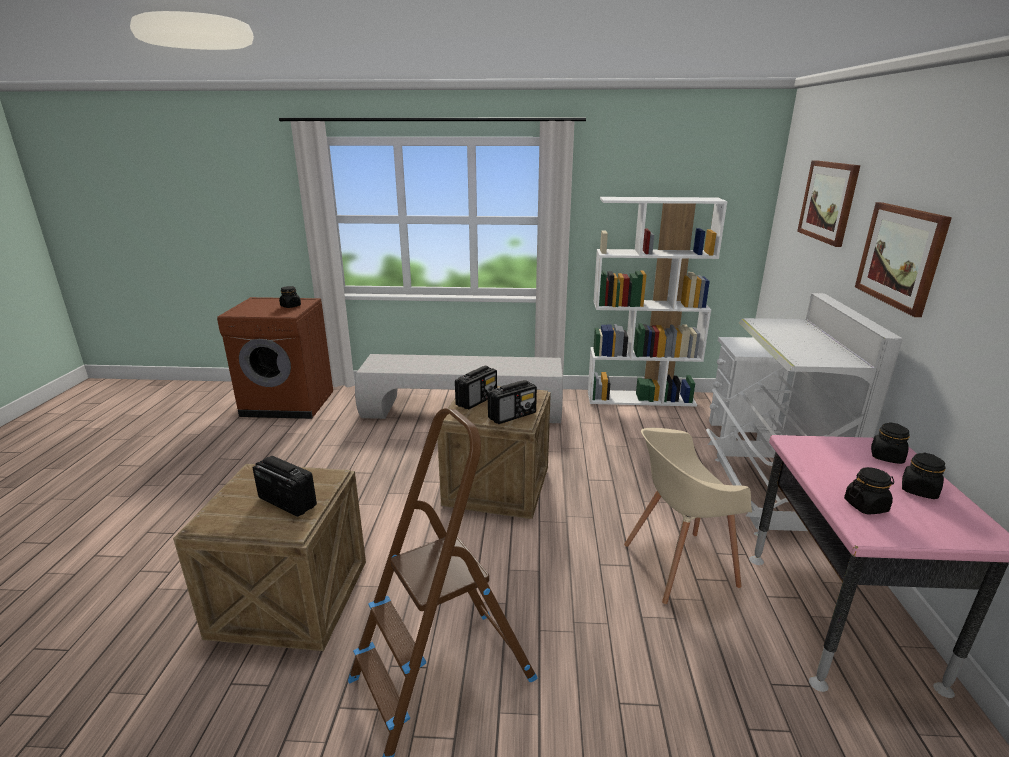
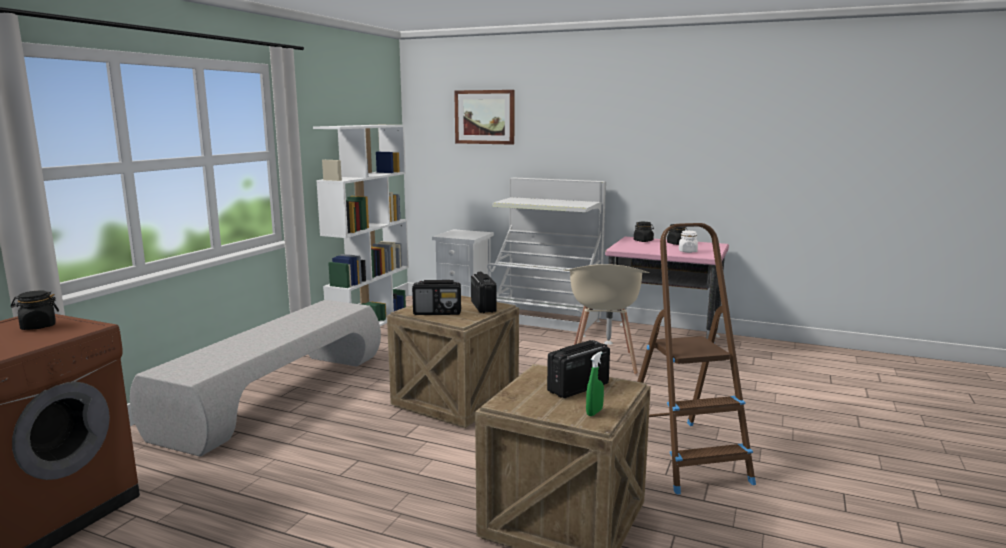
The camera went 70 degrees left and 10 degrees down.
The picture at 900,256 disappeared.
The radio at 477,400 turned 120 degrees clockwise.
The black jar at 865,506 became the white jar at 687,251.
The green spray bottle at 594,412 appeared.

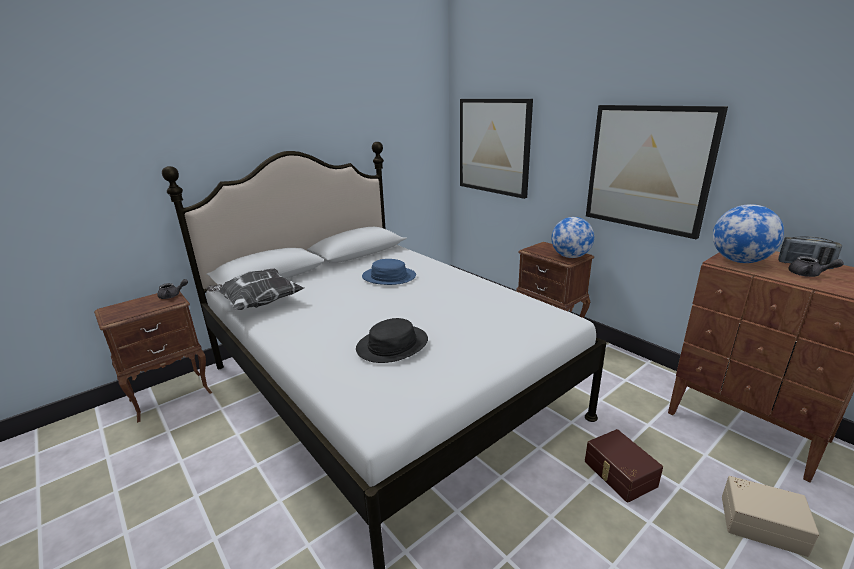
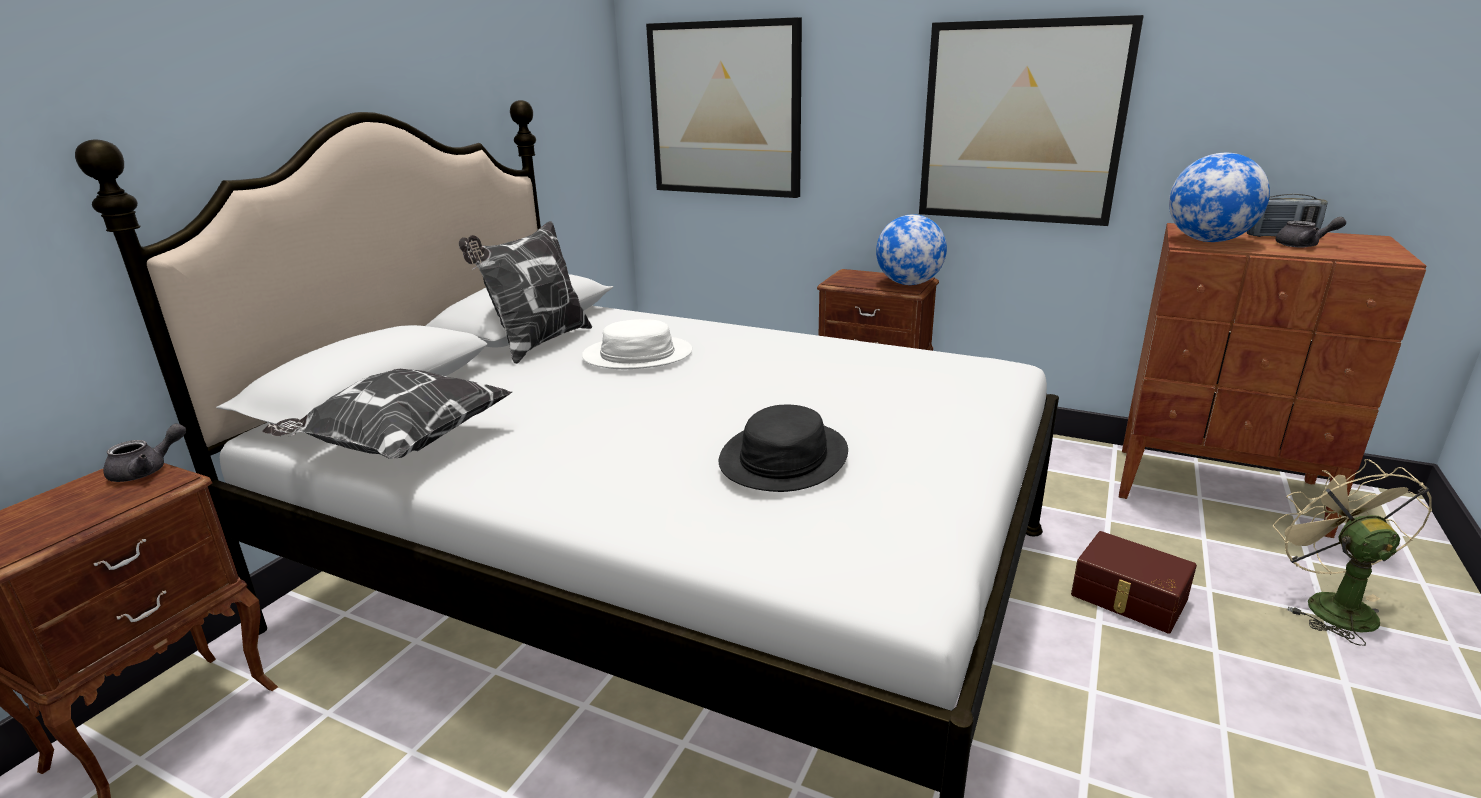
The camera went 25 degrees left and 0 degrees up.
The blue hat at 389,277 became the white hat at 637,355.
The beige storage box at 761,523 was replaced by the beige fan at 1329,604.
The pillow at 538,343 appeared.

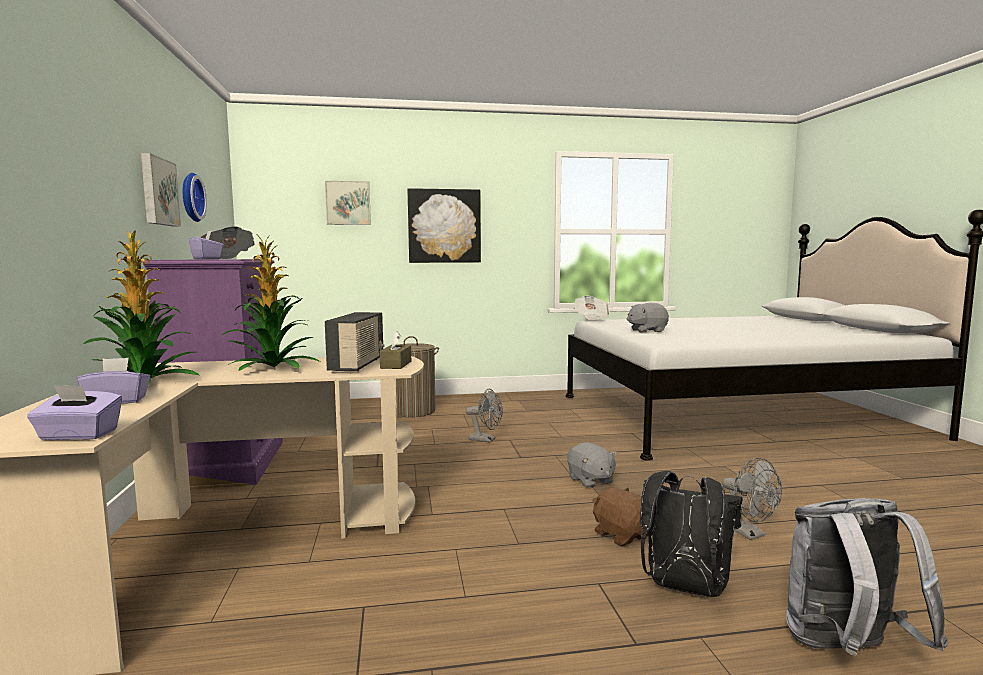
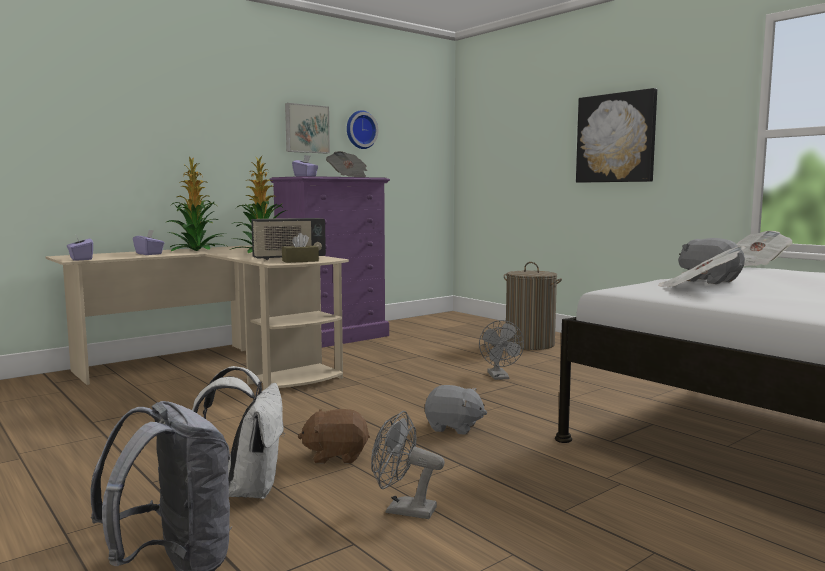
The camera went 60 degrees right and 0 degrees up.
The picture at 348,203 disappeared.
The grey plush toy at 590,480 turned 105 degrees counterclockwise.
The grey fan at 748,533 turned 75 degrees clockwise.
The black backpack at 683,589 became the white backpack at 248,489.
The brown plush toy at 622,535 turned 120 degrees counterclockwise.
The newspaper at 698,288 appeared.

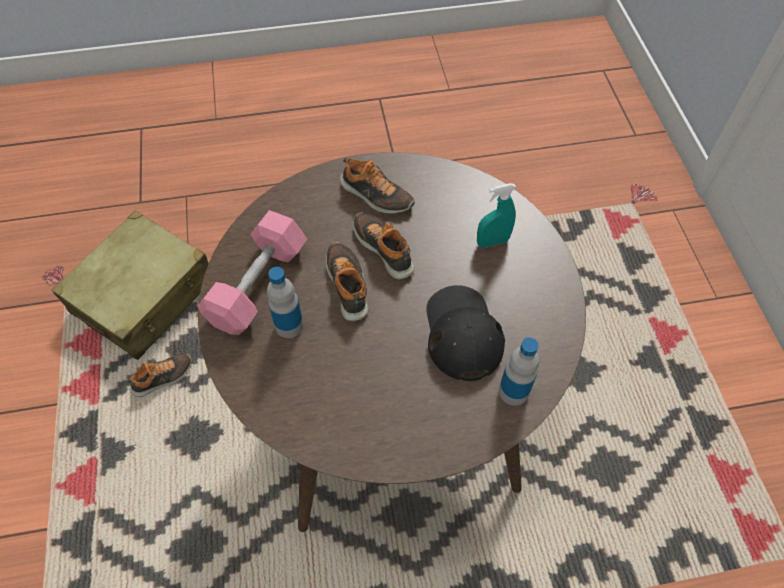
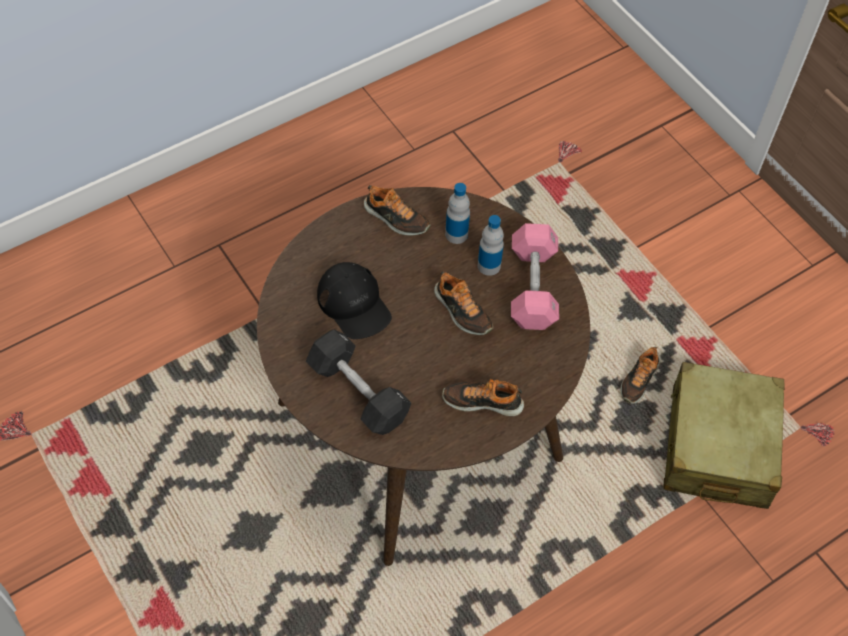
The camera went 155 degrees right and 0 degrees up.
The turquoise spray bottle at 492,242 was replaced by the black dumbbell at 358,392.
The shoe moved from 384,249 to 395,219.
The bottle moved from 513,391 to 456,234.

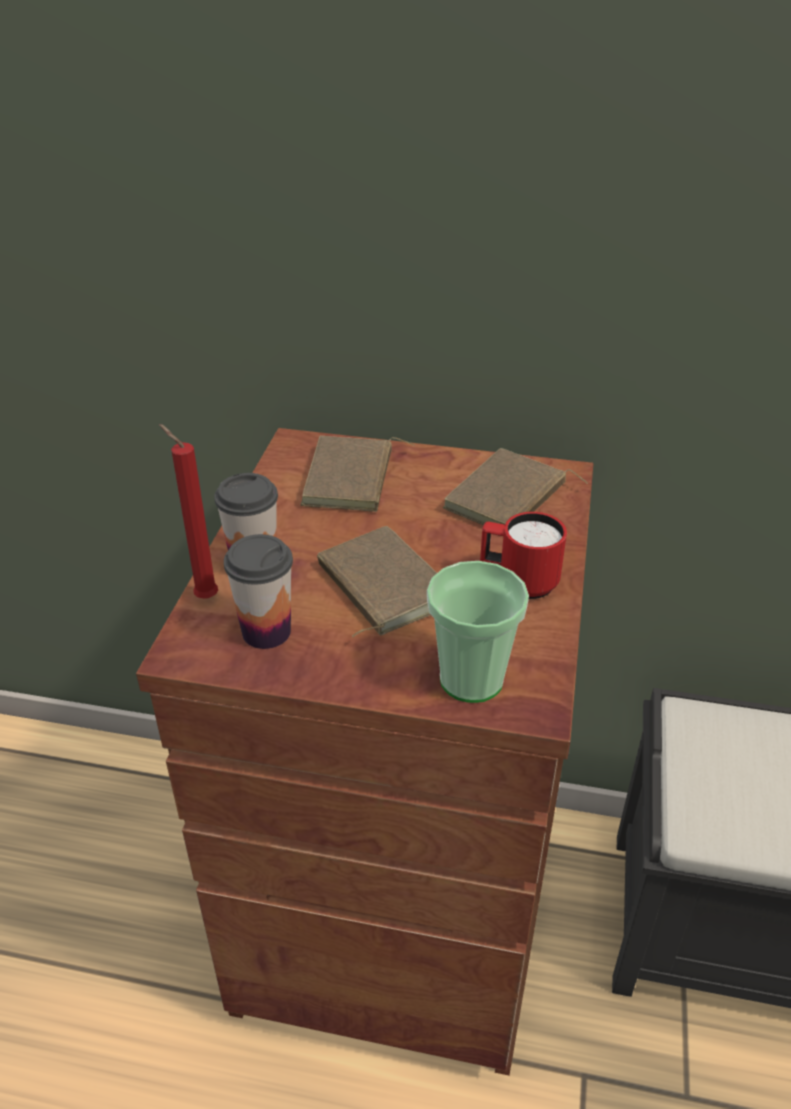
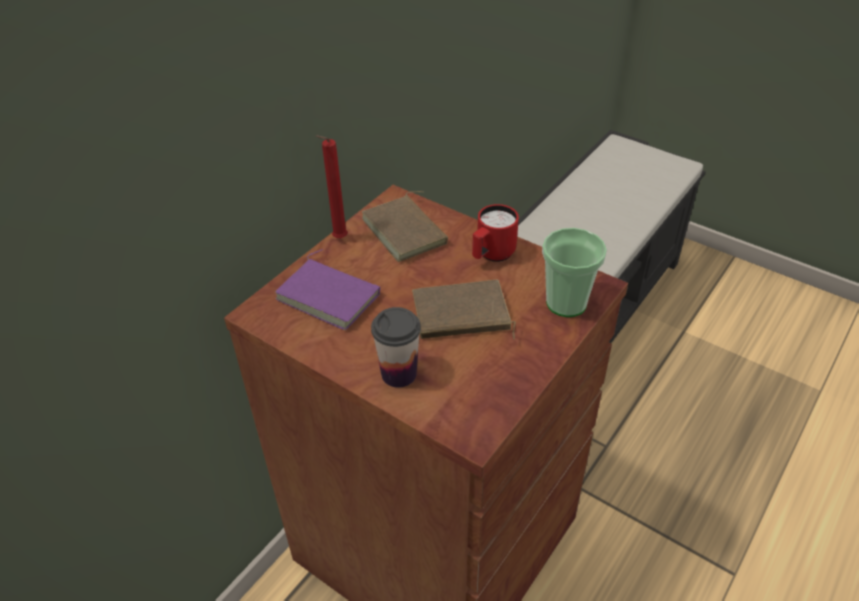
The camera went 65 degrees left and 5 degrees up.
The red candle moved from 203,597 to 338,239.
The brown book at 352,480 became the purple book at 330,295.
The cup at 266,632 disappeared.

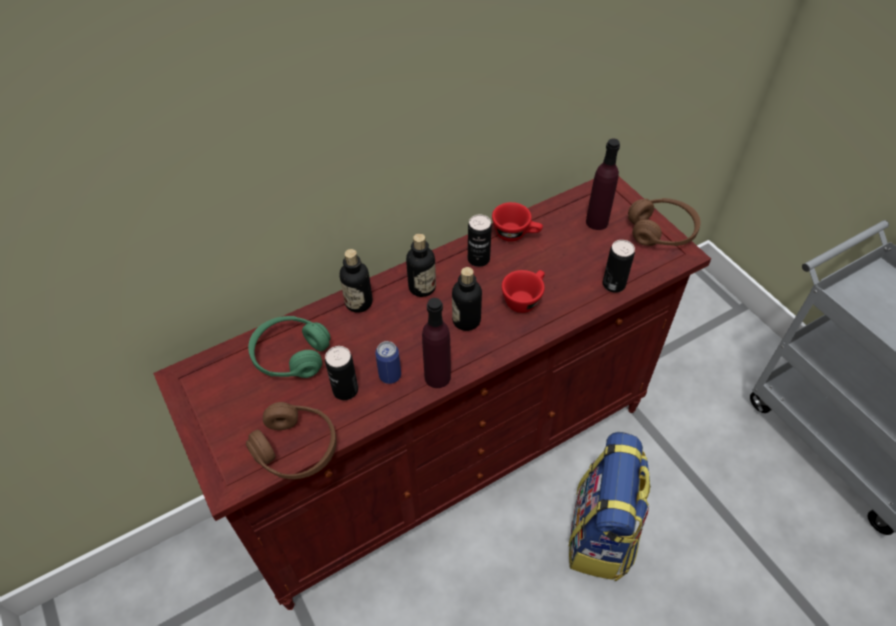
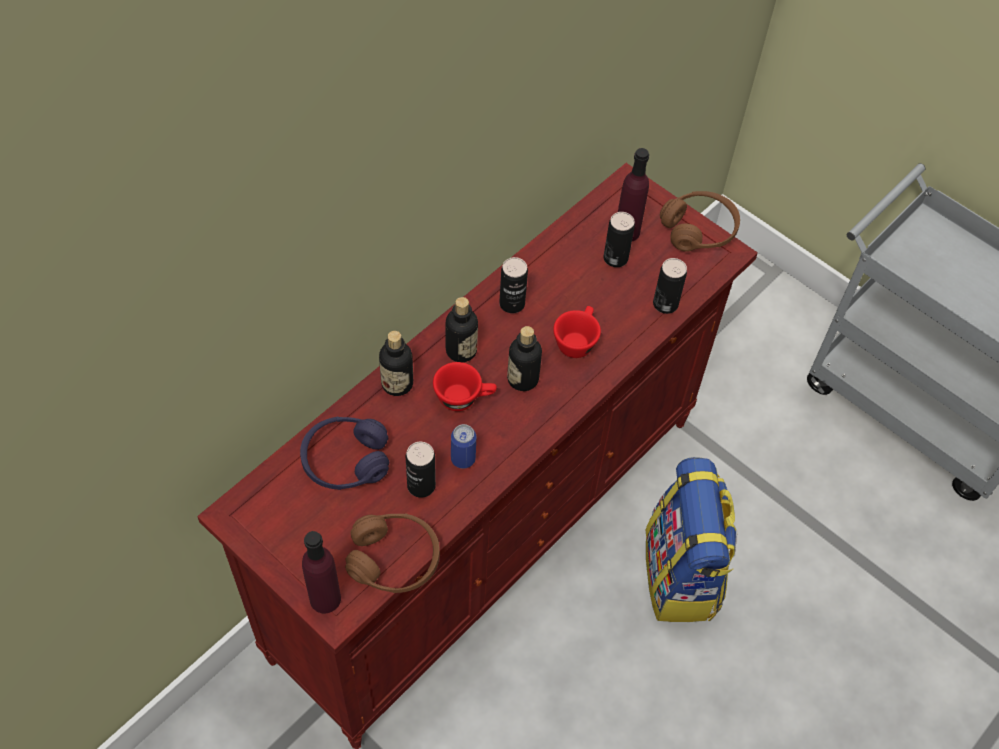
The camera went 20 degrees left and 5 degrees up.
The red cup moved from 516,234 to 464,397.
The purple bottle moved from 437,377 to 325,598.
The green headphones at 291,355 became the purple headphones at 346,461.
The can at 615,258 appeared.

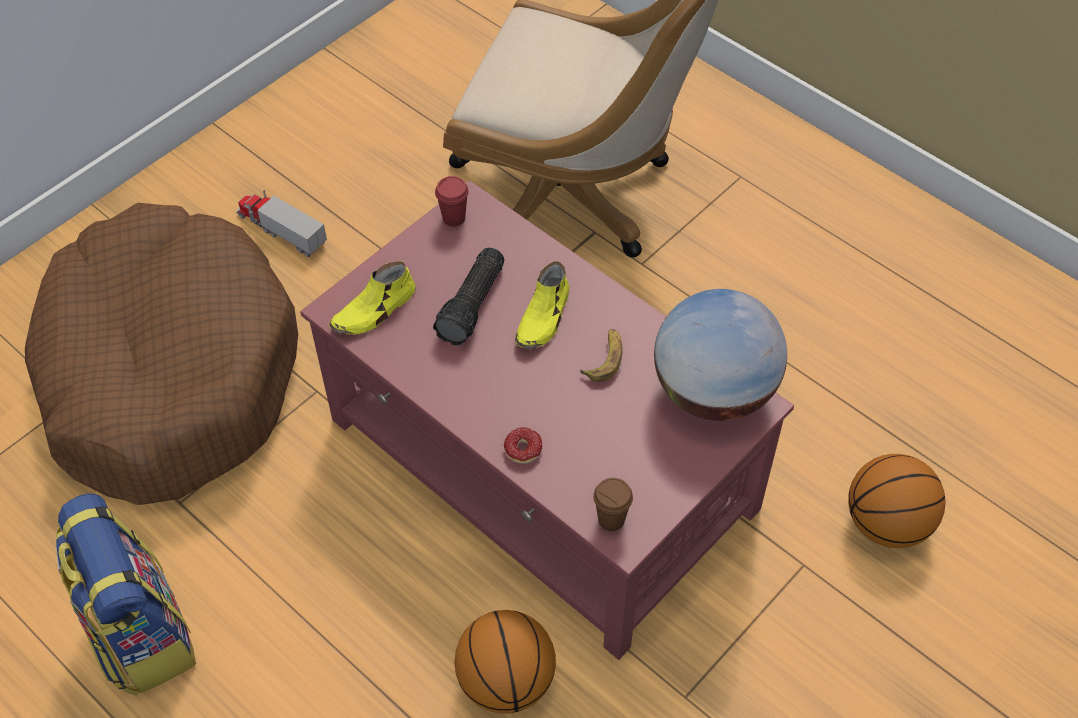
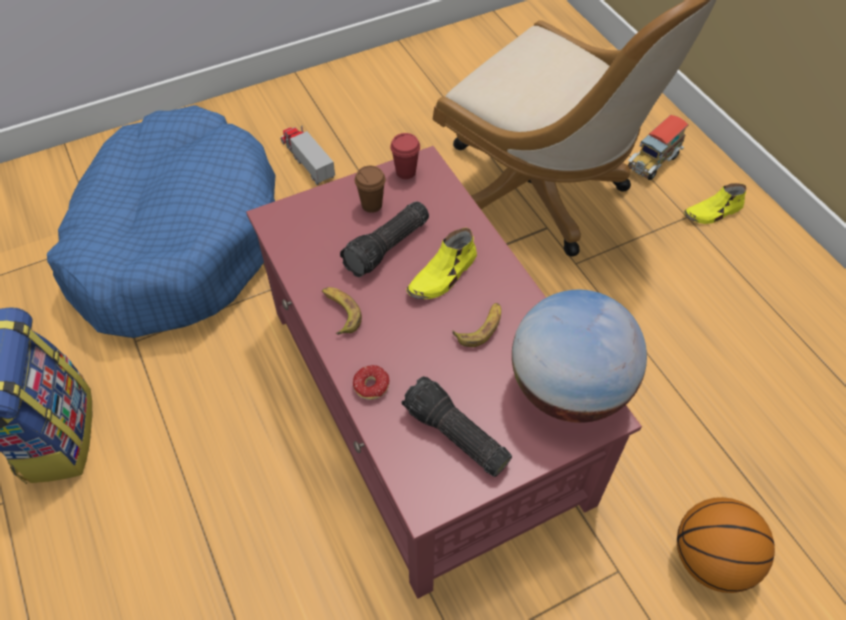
The camera went 20 degrees right and 0 degrees up.
The brown dog bed at 168,373 became the blue dog bed at 176,241.
The yellow shoe moved from 374,310 to 713,212.
The brown cup moved from 611,519 to 371,205.
The basketball at 506,681 disappeared.
The toy truck at 652,162 appeared.
The banana at 340,312 appeared.
The flashlight at 454,436 appeared.

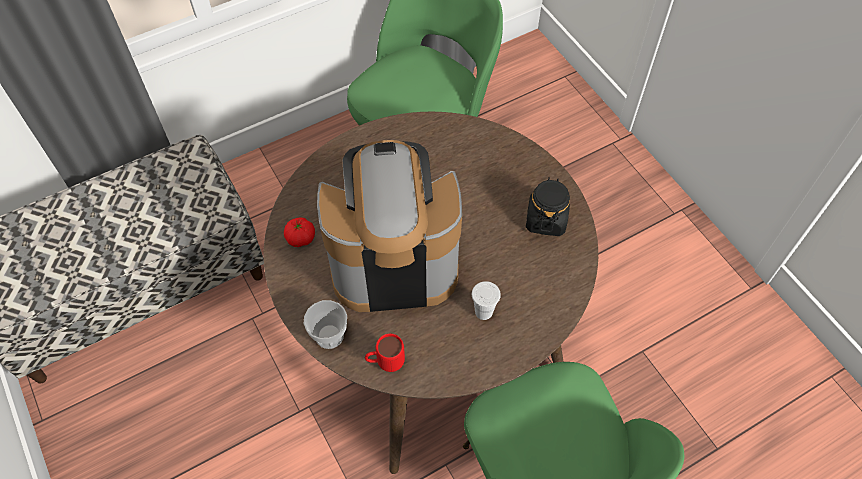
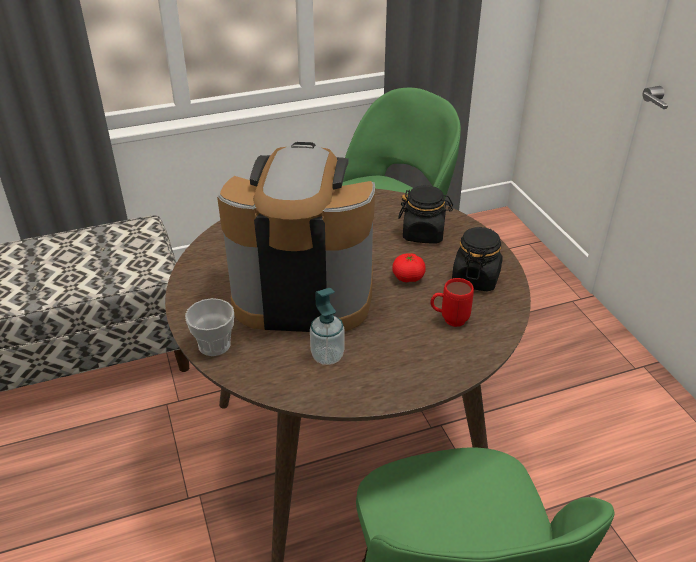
The camera went 10 degrees right and 20 degrees down.
The tomato moved from 300,238 to 408,277.
The white cup at 483,312 disappeared.
The red mug moved from 385,363 to 449,320.
The black jar at 423,234 appeared.
The soap dispenser at 327,356 appeared.

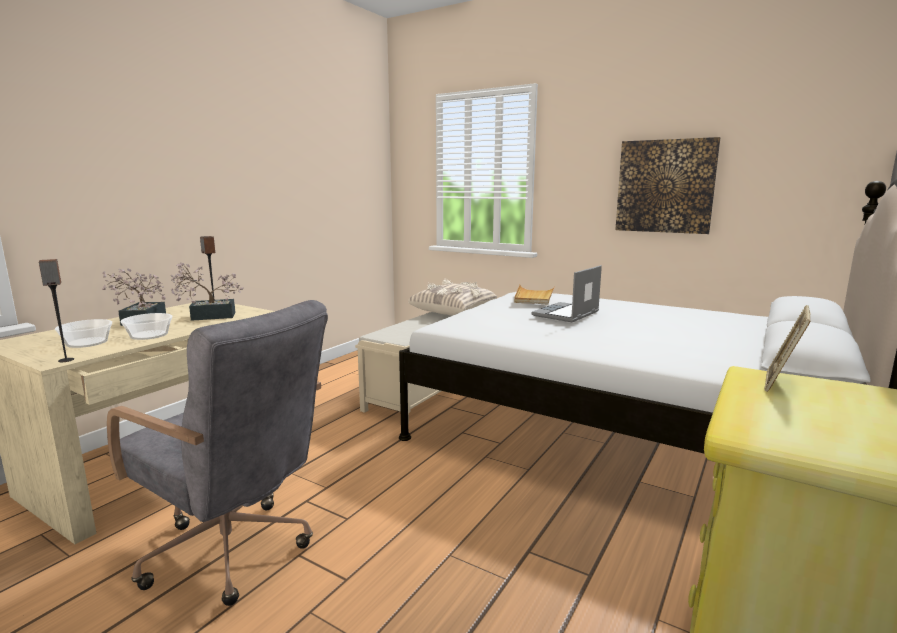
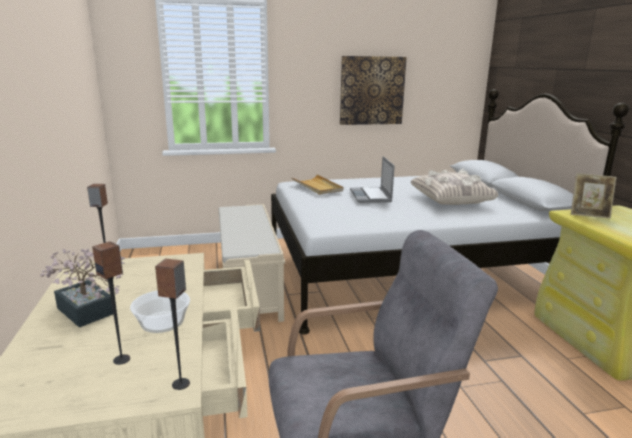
The camera went 45 degrees left and 5 degrees up.
The potted plant at 208,316 disappeared.
The beige pillow moved from 453,312 to 451,201.
The picture frame at 781,383 turned 60 degrees counterclockwise.
The bowl at 87,342 was replaced by the speaker at 122,359.

